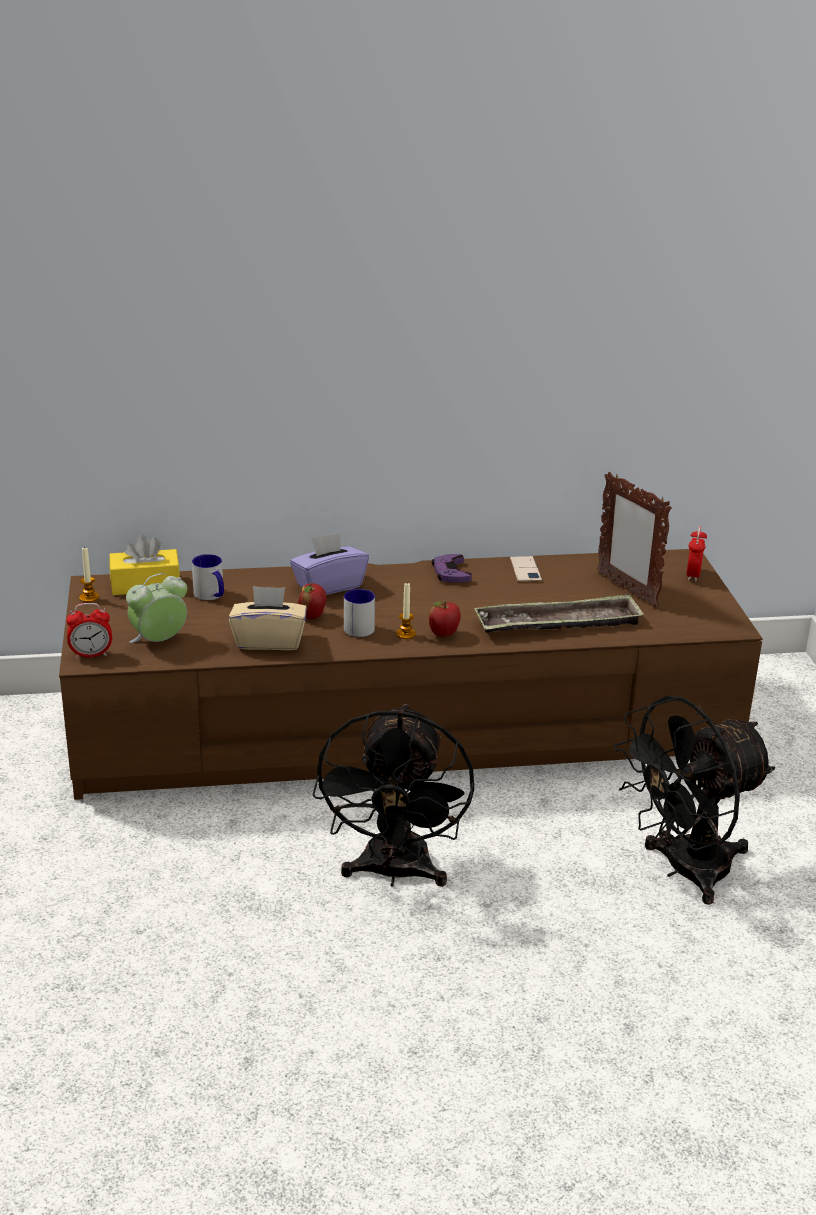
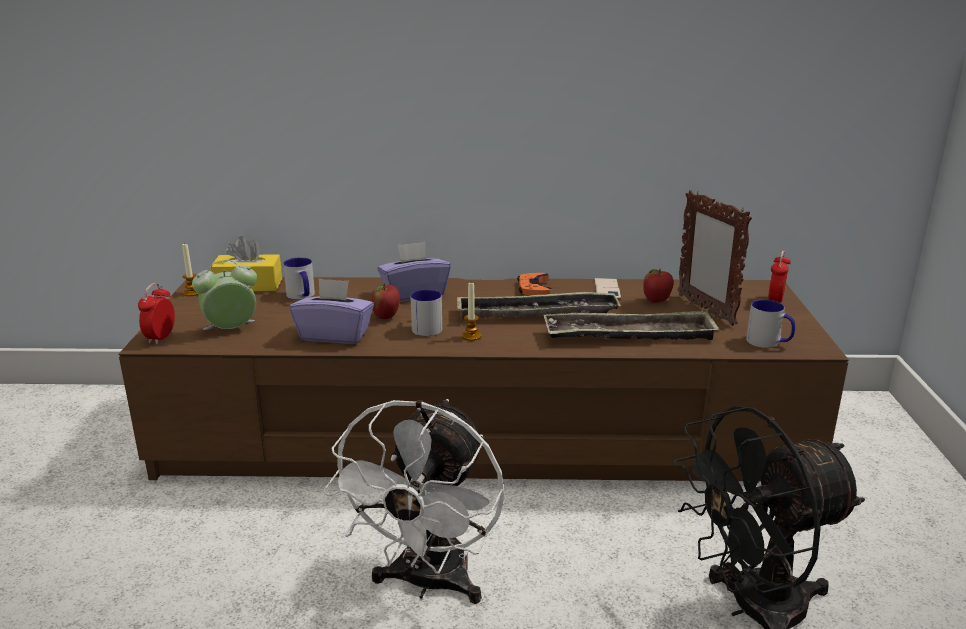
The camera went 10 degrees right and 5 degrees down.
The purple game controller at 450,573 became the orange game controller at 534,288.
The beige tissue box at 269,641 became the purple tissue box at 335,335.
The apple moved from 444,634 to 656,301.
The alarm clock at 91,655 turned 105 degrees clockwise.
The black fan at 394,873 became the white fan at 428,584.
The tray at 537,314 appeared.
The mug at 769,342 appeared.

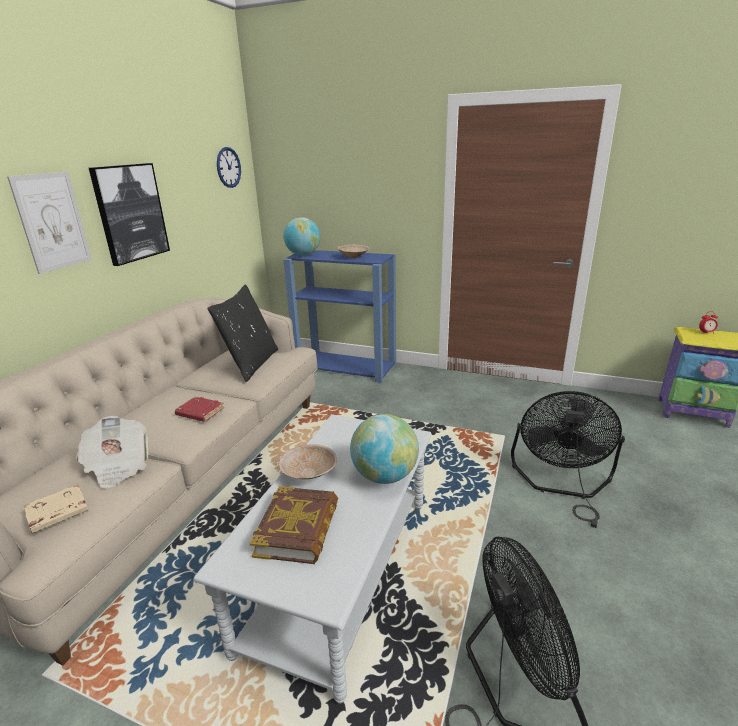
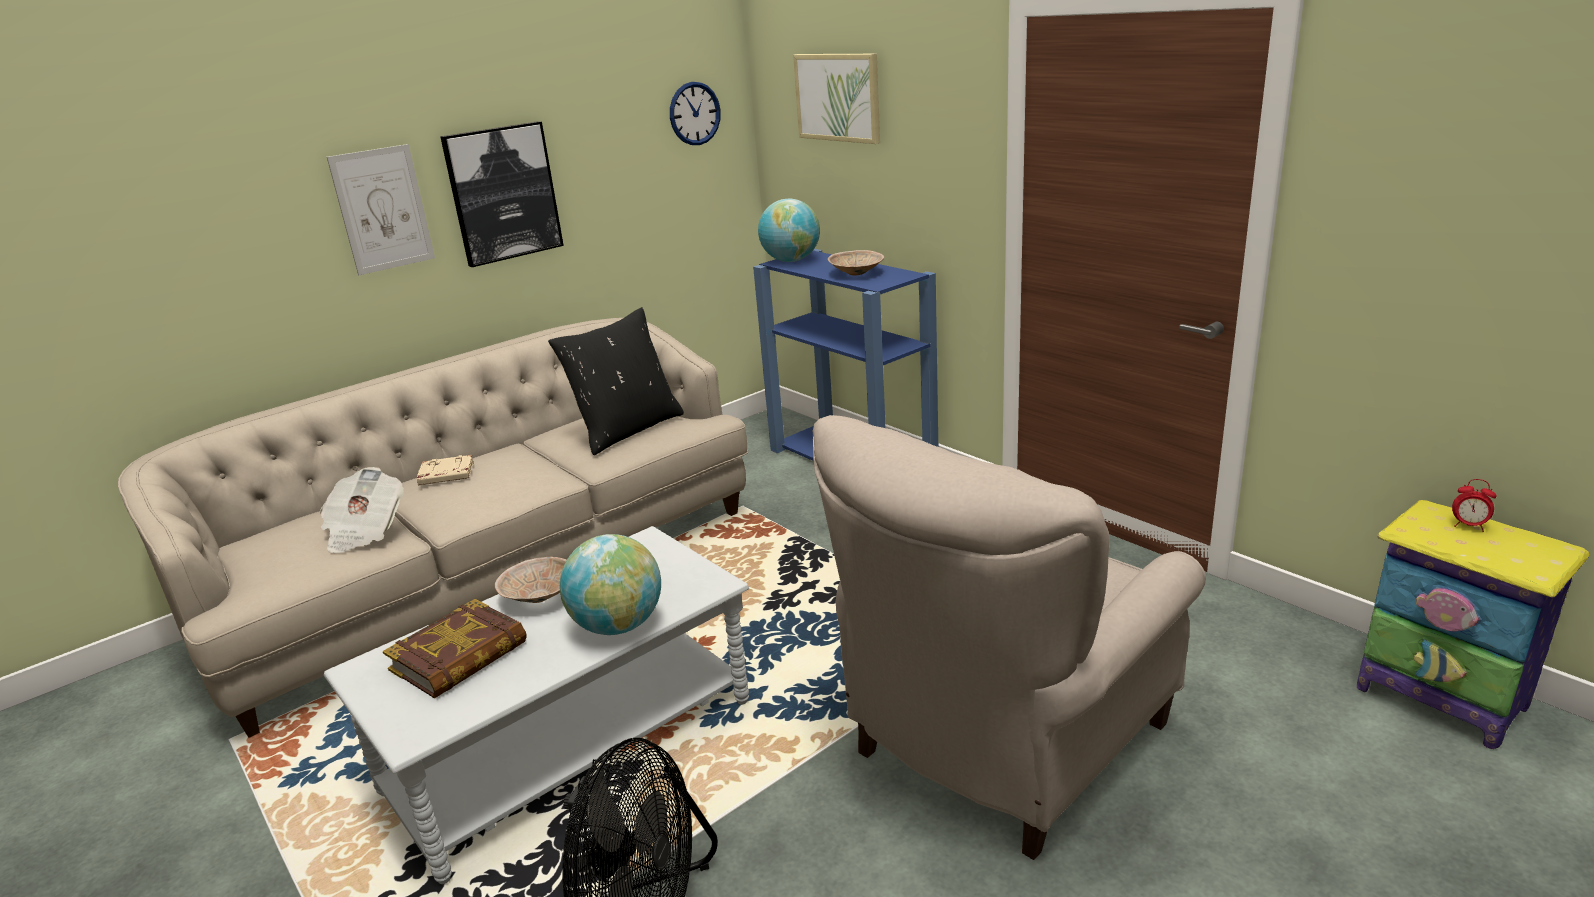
The camera went 30 degrees right and 0 degrees up.
The black fan at 565,486 was replaced by the beige armchair at 1002,745.
The red book at 199,412 disappeared.
The beige book moved from 57,513 to 446,475.
The picture at 838,97 appeared.

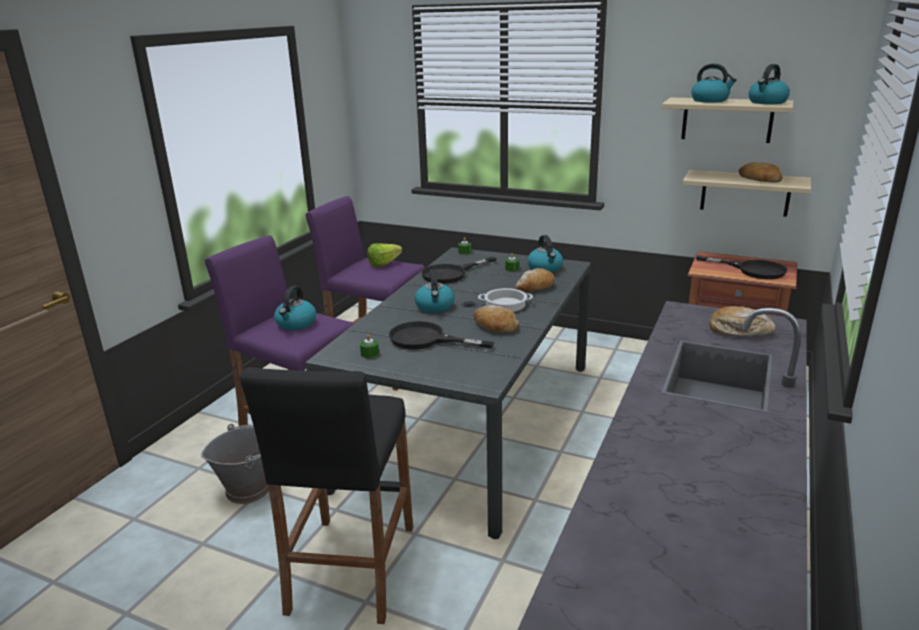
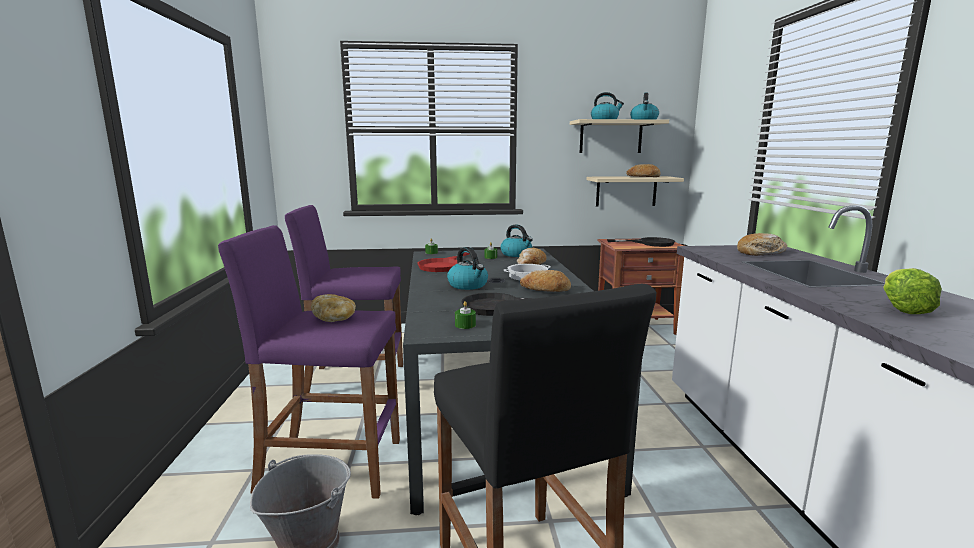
The camera went 30 degrees left and 10 degrees down.
The lettuce moved from 387,263 to 902,306.
The black frying pan at 451,274 became the red frying pan at 444,265.
The kettle at 296,324 was replaced by the bread at 335,319.

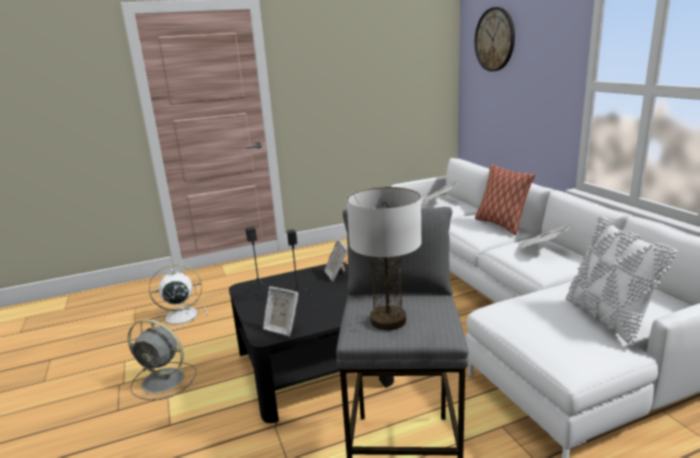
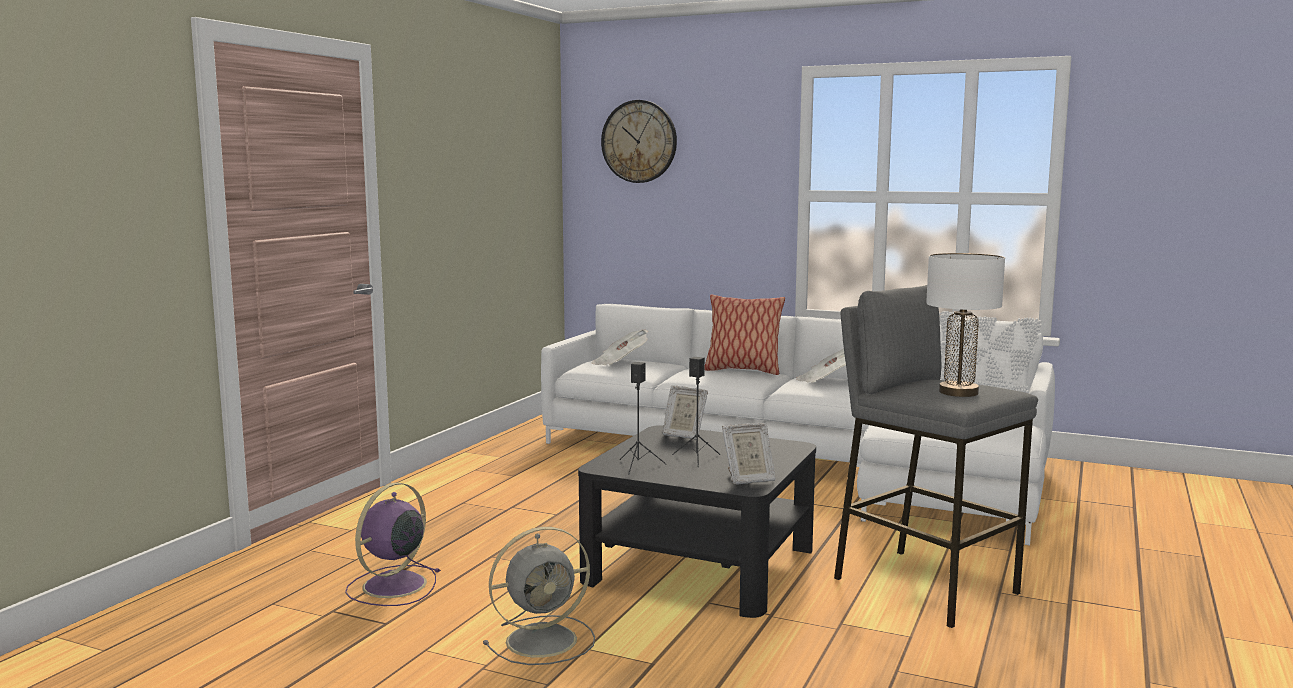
The camera went 45 degrees left and 10 degrees down.
The white fan at 179,316 became the purple fan at 392,586.

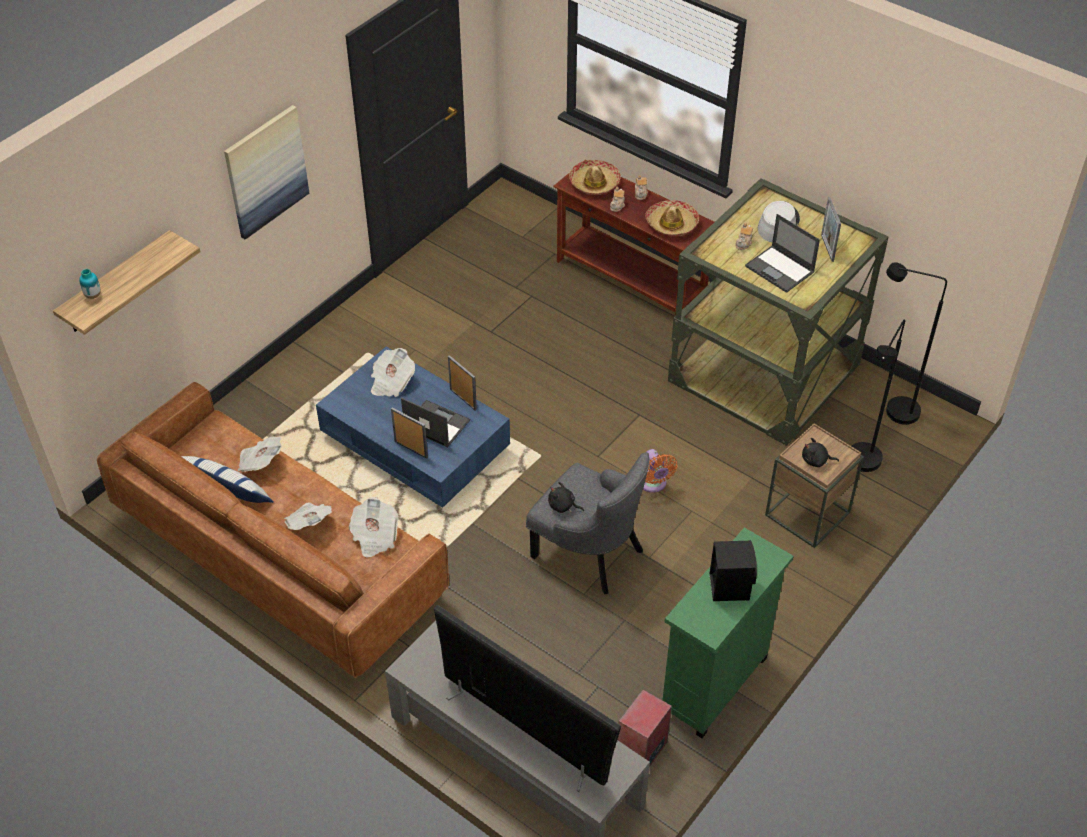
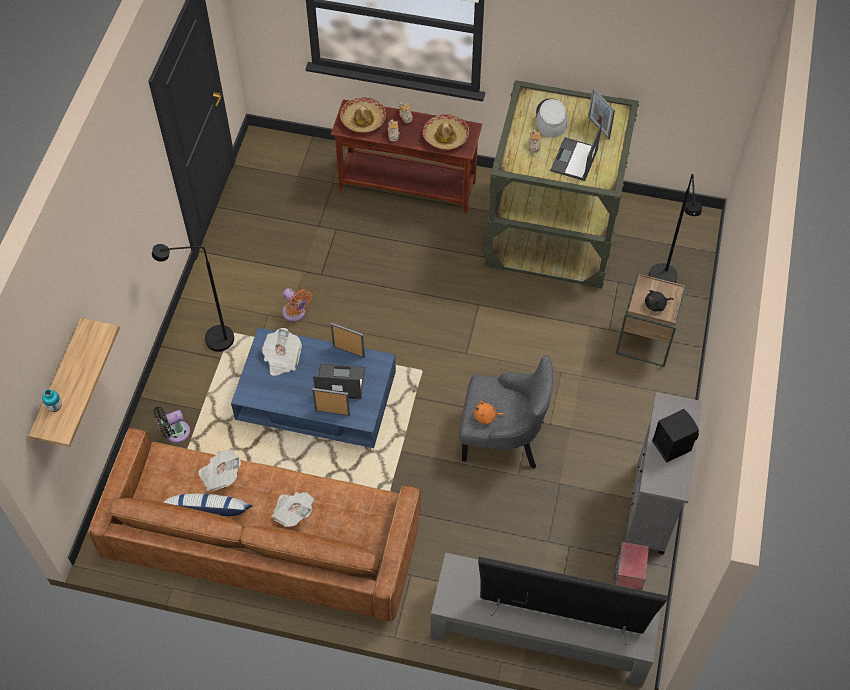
The camera went 25 degrees left and 10 degrees up.
The picture at 266,171 disappeared.
The laptop at 780,269 turned 90 degrees clockwise.
The black floor lamp moved from 892,410 to 211,341.
The orange fan moved from 653,484 to 295,313.
The black plush toy at 563,506 became the orange plush toy at 486,417.
The newspaper at 374,536 disappeared.
The green cabinet at 714,686 became the grey cabinet at 651,509.
The black fan at 175,433 appeared.

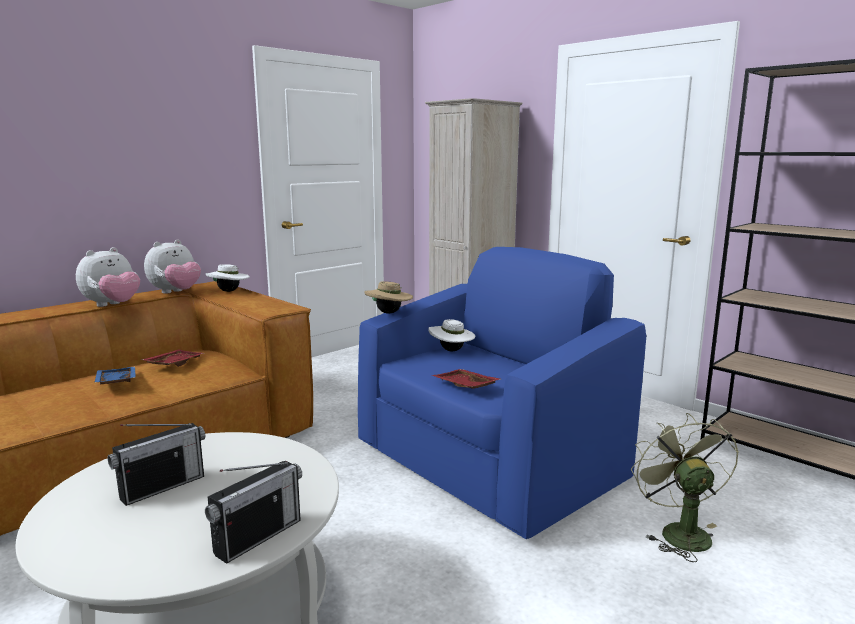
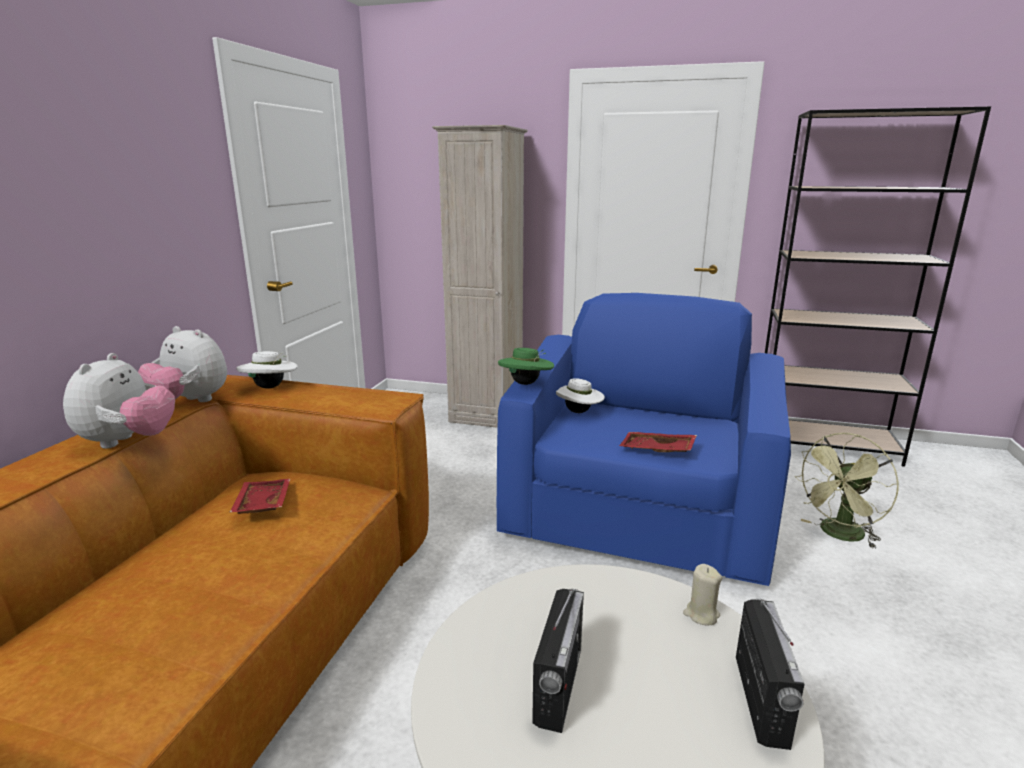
The camera went 30 degrees left and 5 degrees up.
The plush toy at 176,292 turned 105 degrees clockwise.
The beige hat at 389,313 became the green hat at 526,383.
The blue tray at 115,383 disappeared.
The green fan at 678,532 turned 90 degrees counterclockwise.
The beige candle at 701,614 appeared.

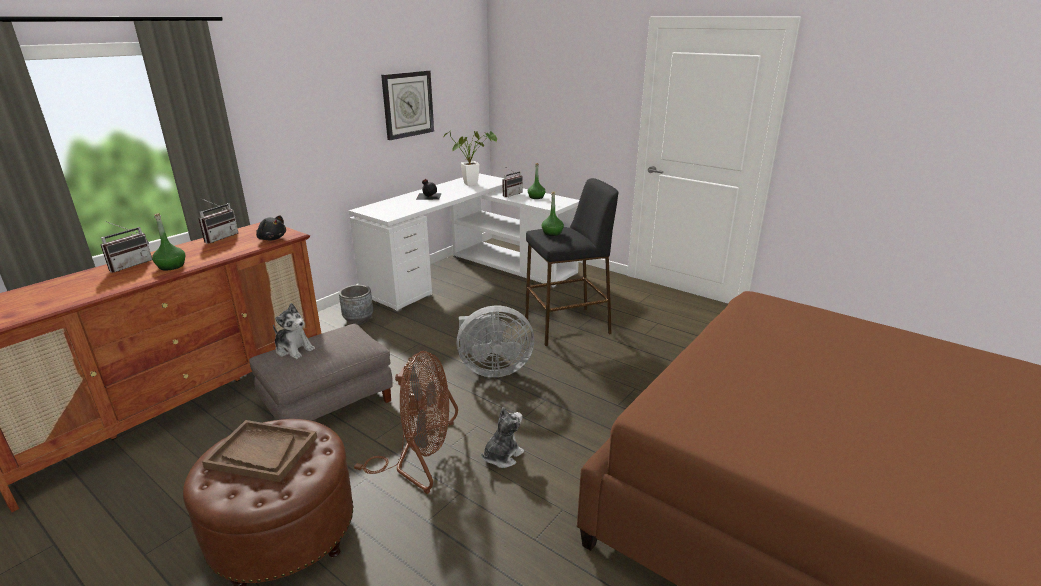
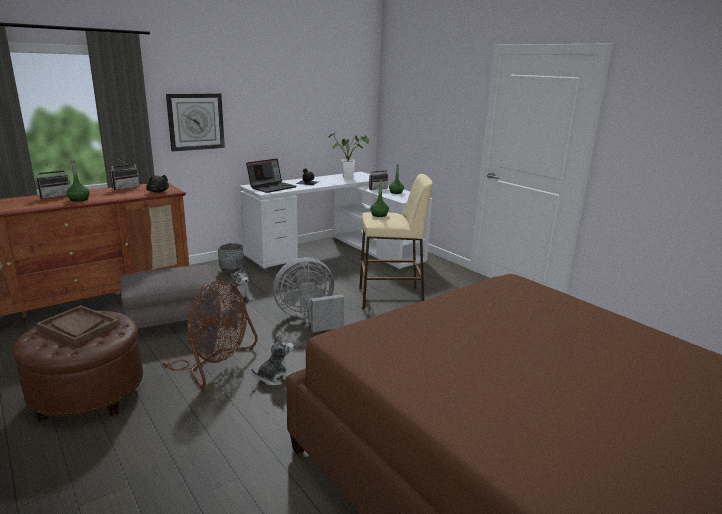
The camera went 15 degrees right and 5 degrees down.
The wall clock moved from 407,104 to 196,121.
The black stool at 567,326 became the beige stool at 391,298.
The plush toy moved from 294,349 to 241,298.
The grey fan at 492,369 turned 150 degrees clockwise.
The laptop at 272,187 appeared.

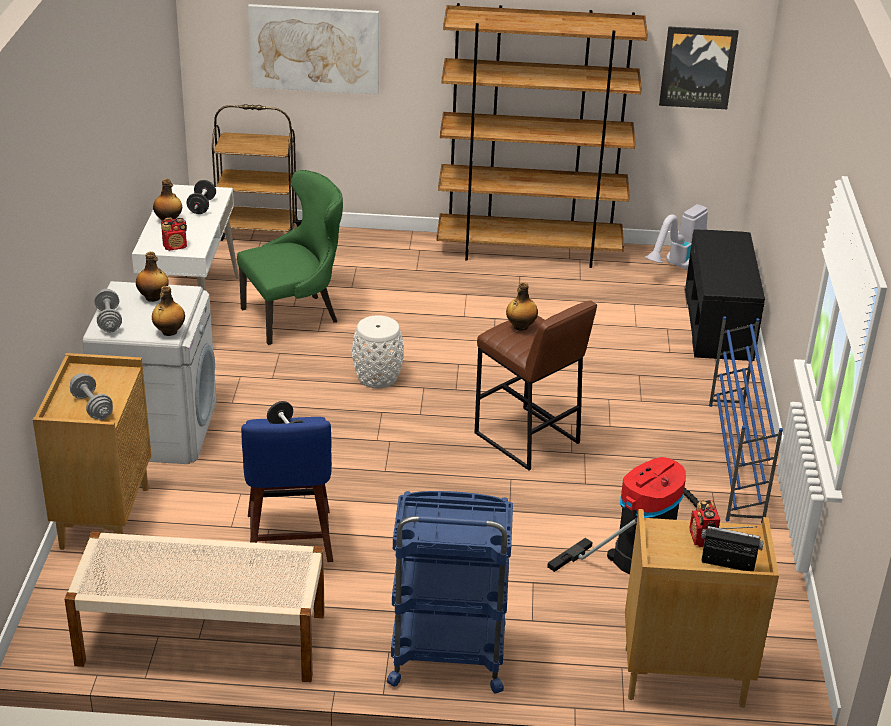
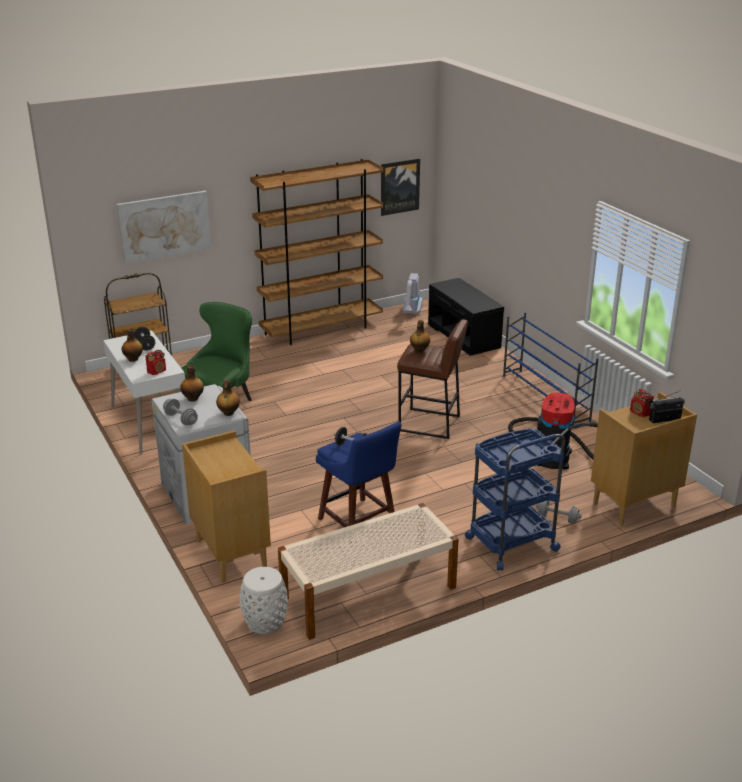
The camera went 30 degrees left and 5 degrees down.
The white stool moved from 377,377 to 265,622.
The grey dumbbell moved from 92,407 to 557,518.

